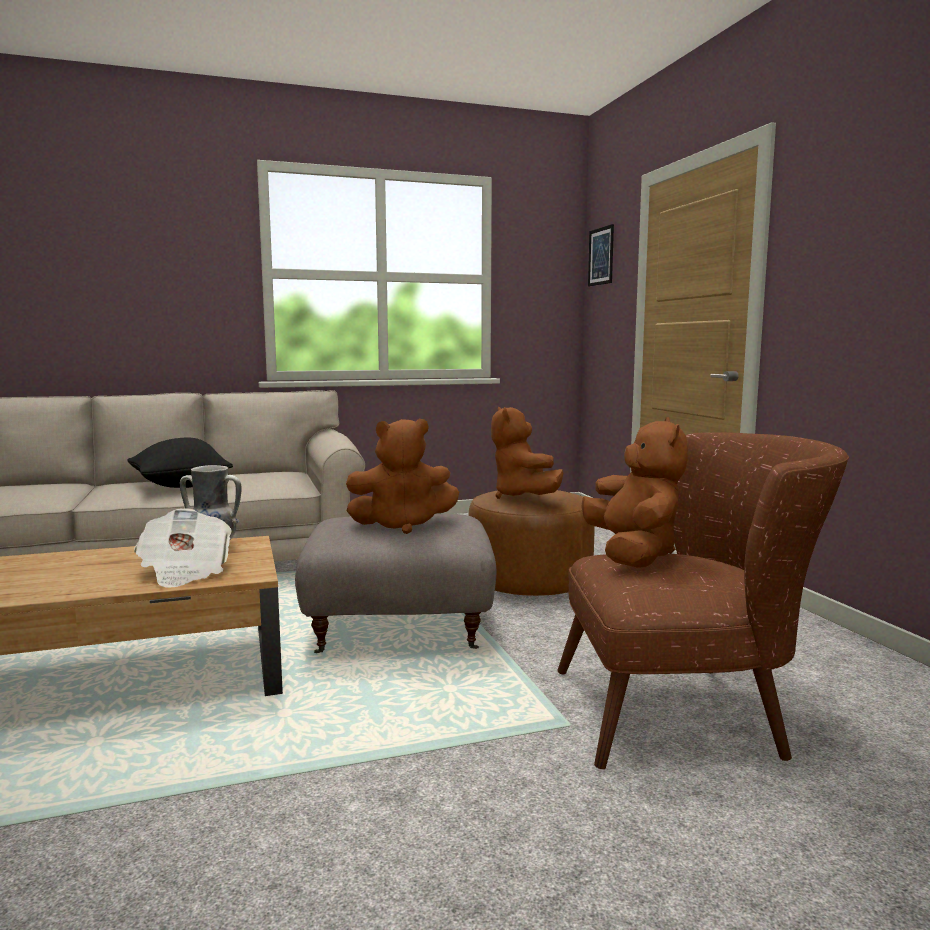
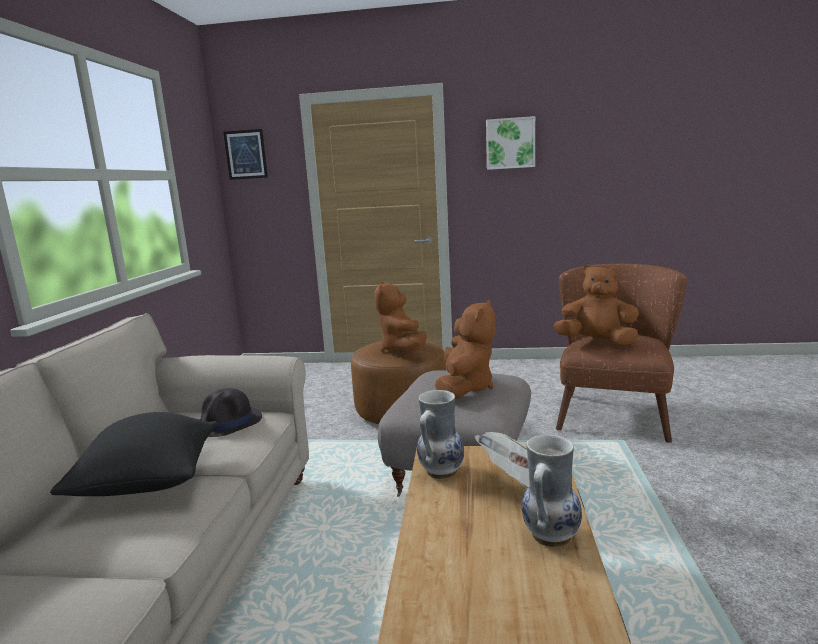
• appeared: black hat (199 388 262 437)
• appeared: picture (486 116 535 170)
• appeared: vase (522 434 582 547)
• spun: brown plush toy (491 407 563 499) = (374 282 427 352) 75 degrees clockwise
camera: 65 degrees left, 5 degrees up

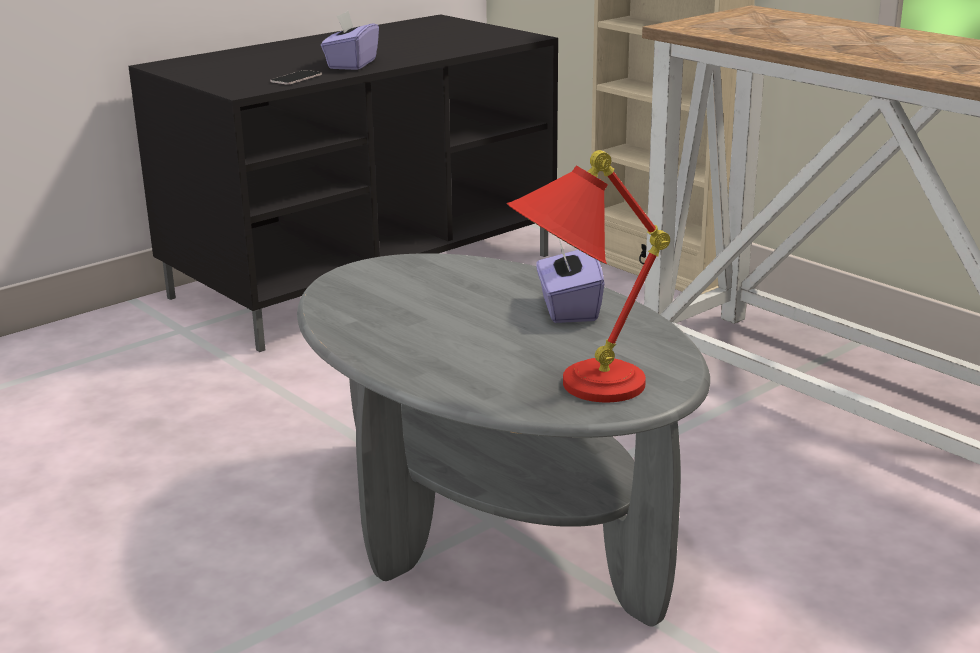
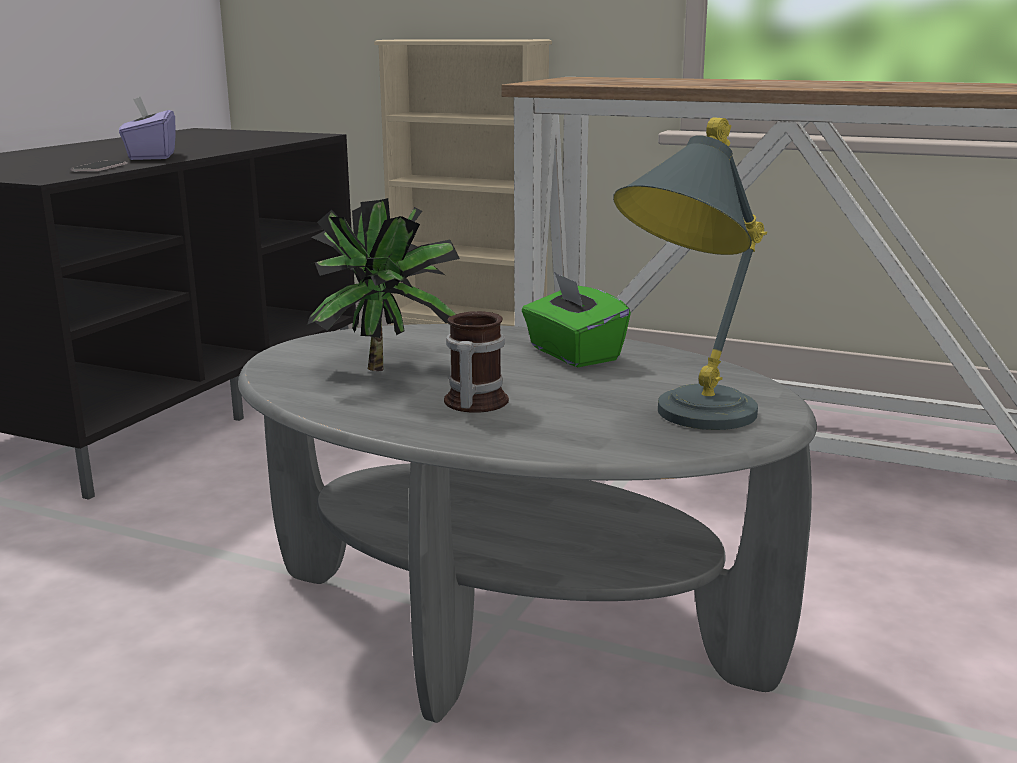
• appeared: potted plant (307 198 460 371)
• appeared: mug (444 311 509 413)
• colour: red table lamp (507 150 670 402) to grey table lamp (613 117 767 430)
• colour: purple tissue box (536 239 604 323) to green tissue box (522 272 631 367)
camera: 25 degrees left, 5 degrees down

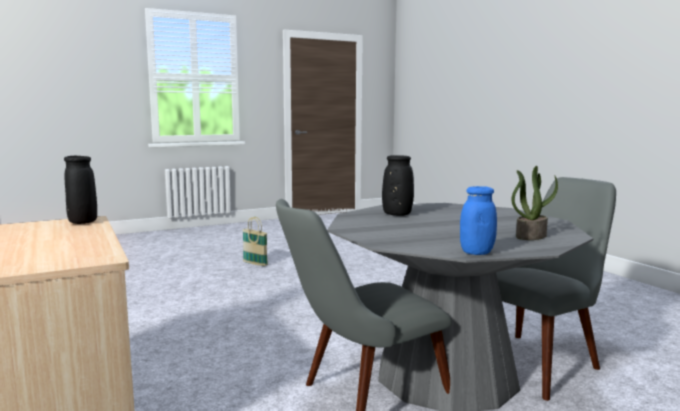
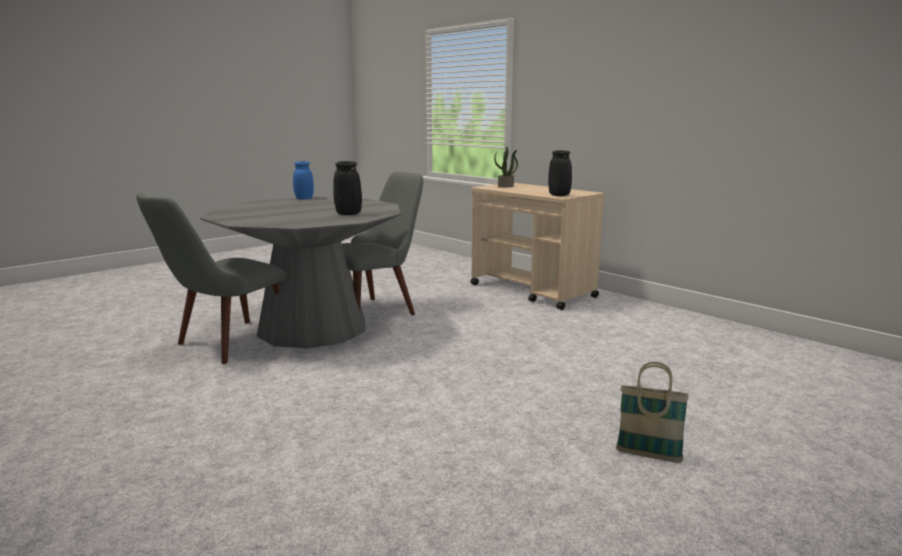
• relocated: potted plant (512 166 558 240) to (494 146 518 188)
camera: 165 degrees right, 5 degrees up

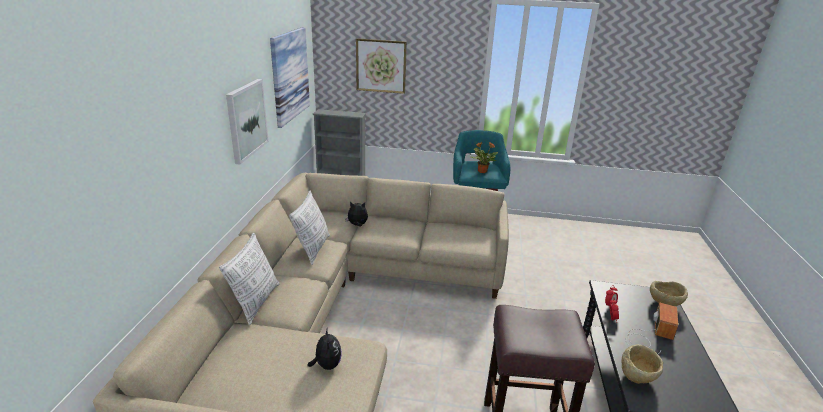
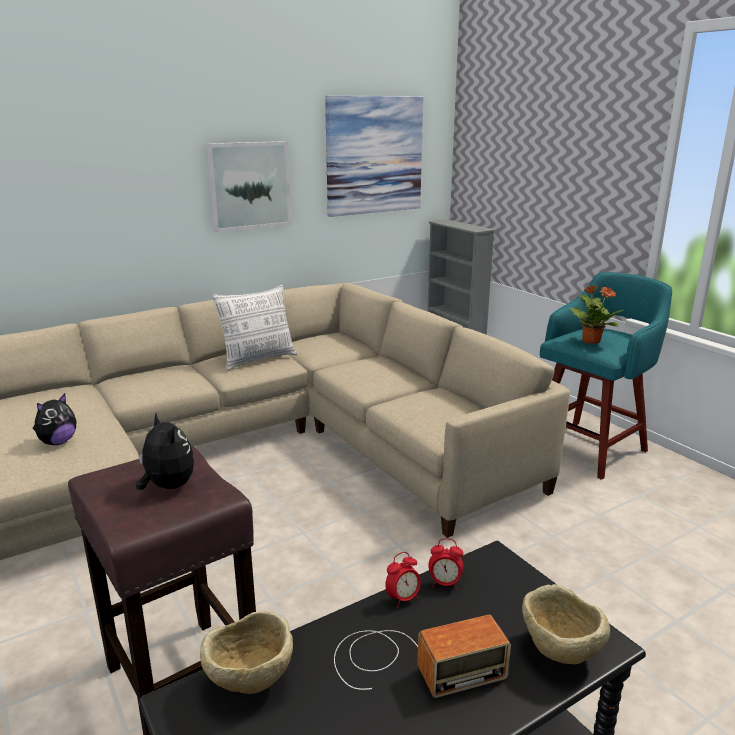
• missing: pillow (219 233 280 325)
• missing: picture (356 38 407 94)
• relocated: plush toy (345 202 368 227) to (136 413 194 490)
camera: 50 degrees right, 5 degrees down

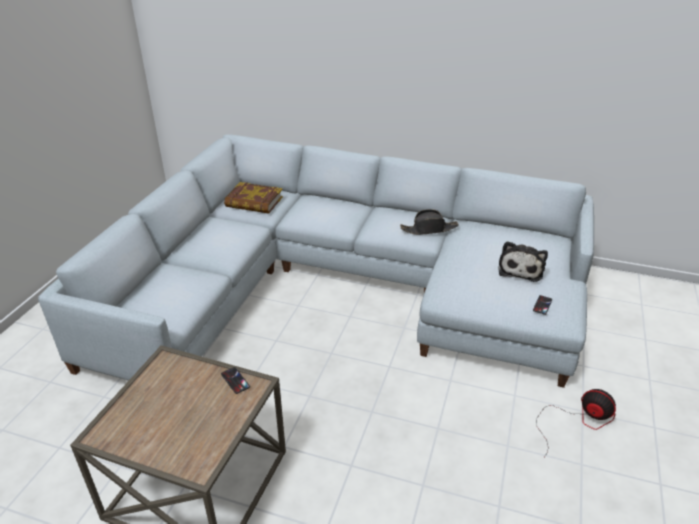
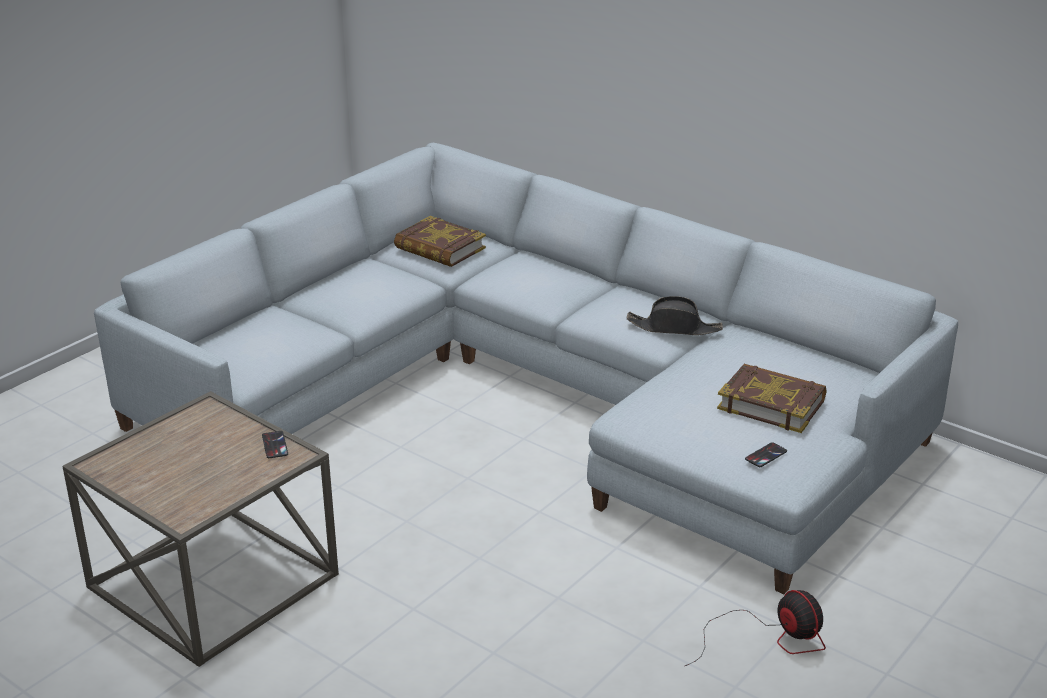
• exchanged: plush toy (498 241 548 282) to book (717 364 827 433)
camera: 20 degrees right, 5 degrees down

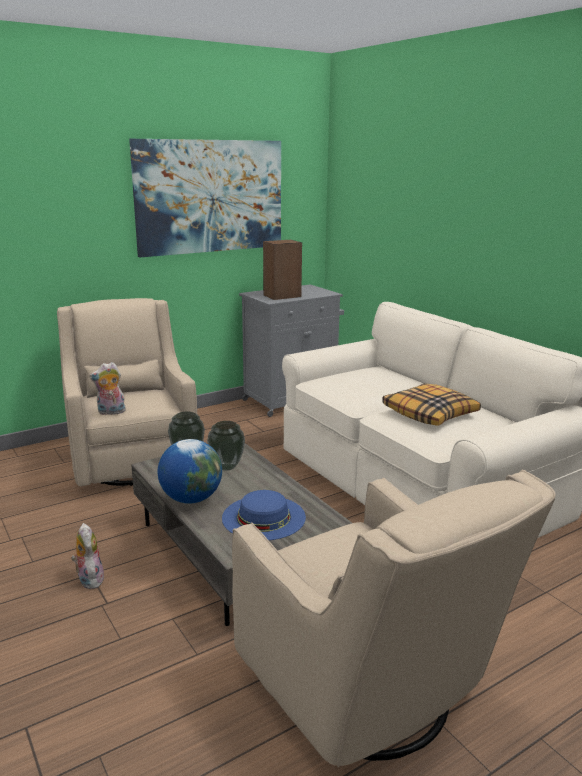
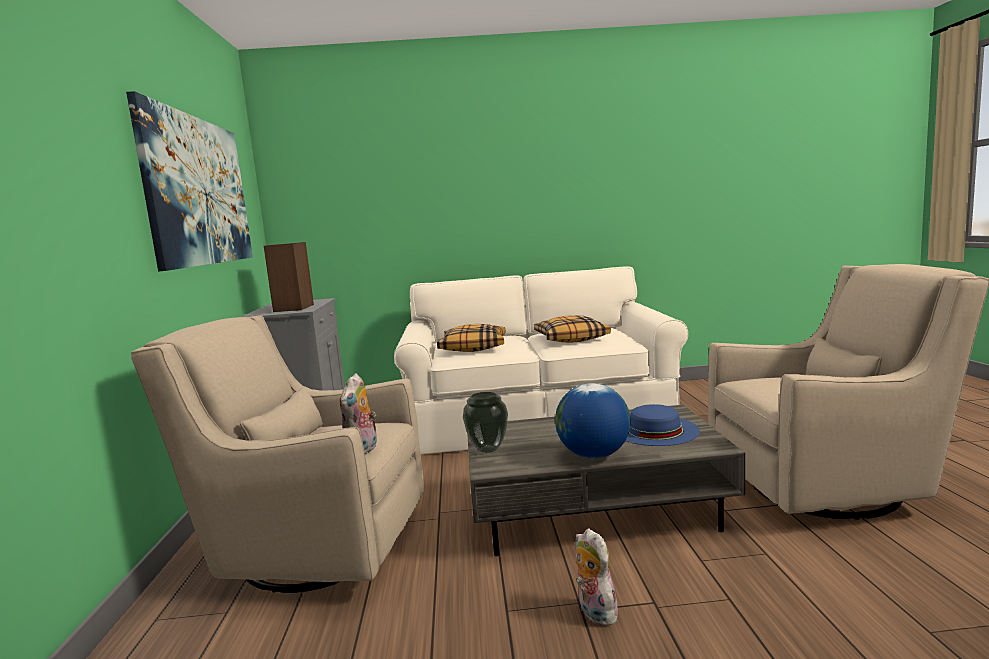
• missing: vase (207 421 245 471)
• appeared: pillow (437 324 505 352)
• spun: plush toy (71 523 105 589) = (575 528 620 626) 60 degrees clockwise
camera: 60 degrees left, 10 degrees down

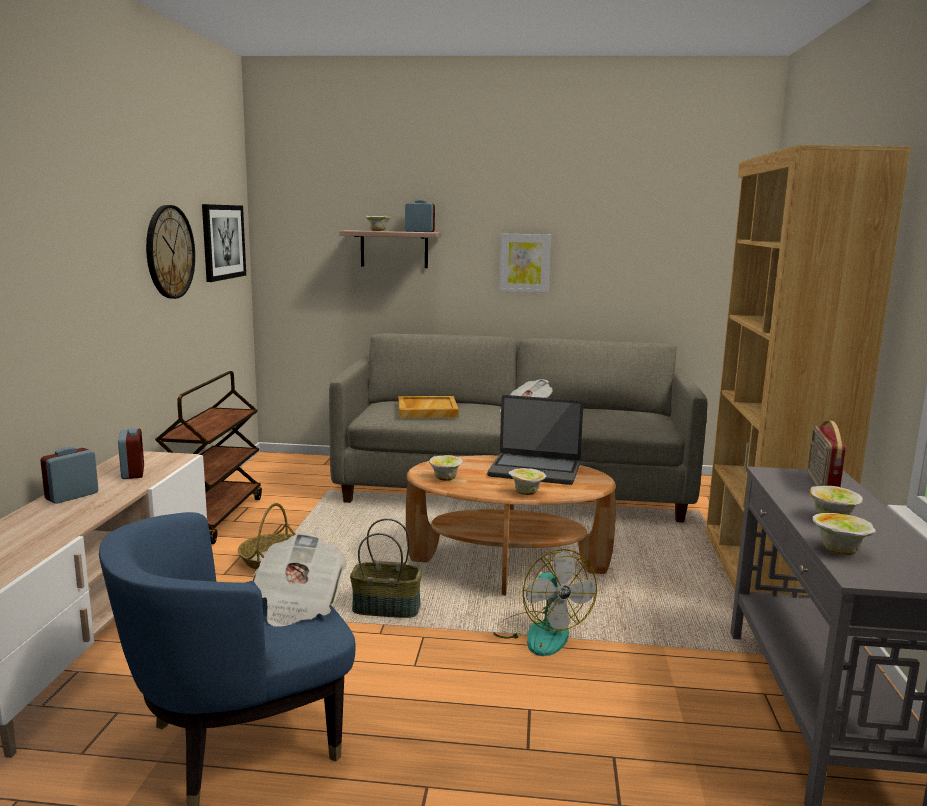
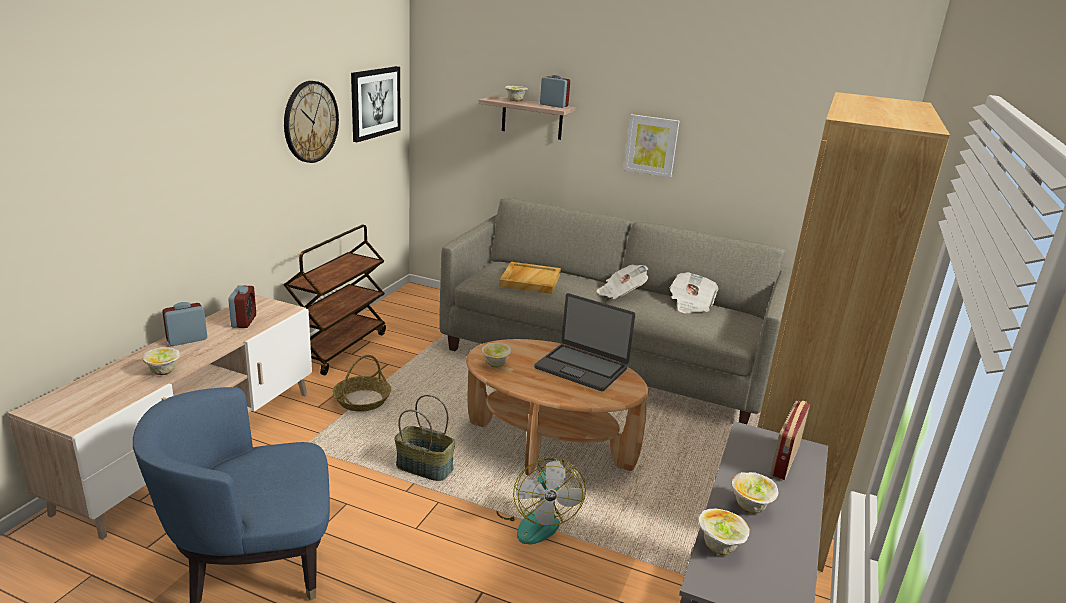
• relocated: newspaper (253 533 347 627) to (669 272 719 313)
• relocated: bowl (509 468 546 495) to (143 347 180 375)
camera: 15 degrees right, 10 degrees up

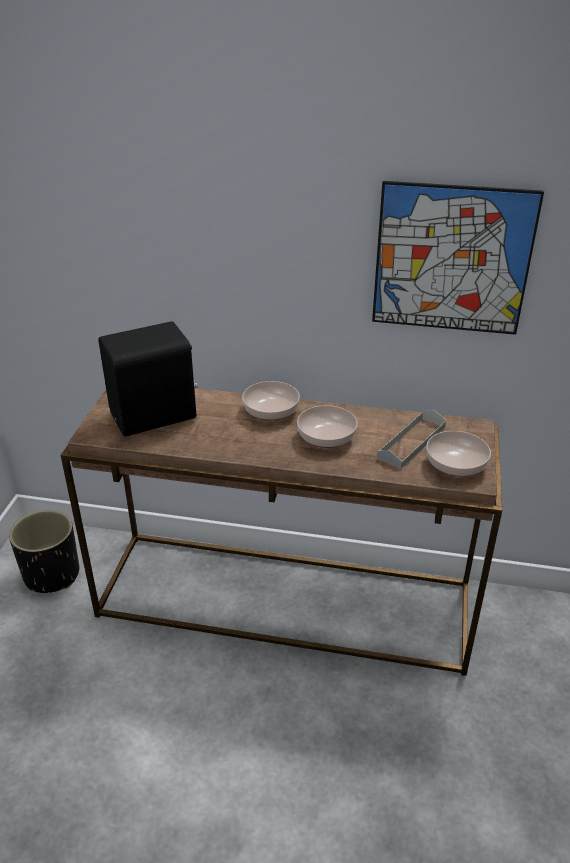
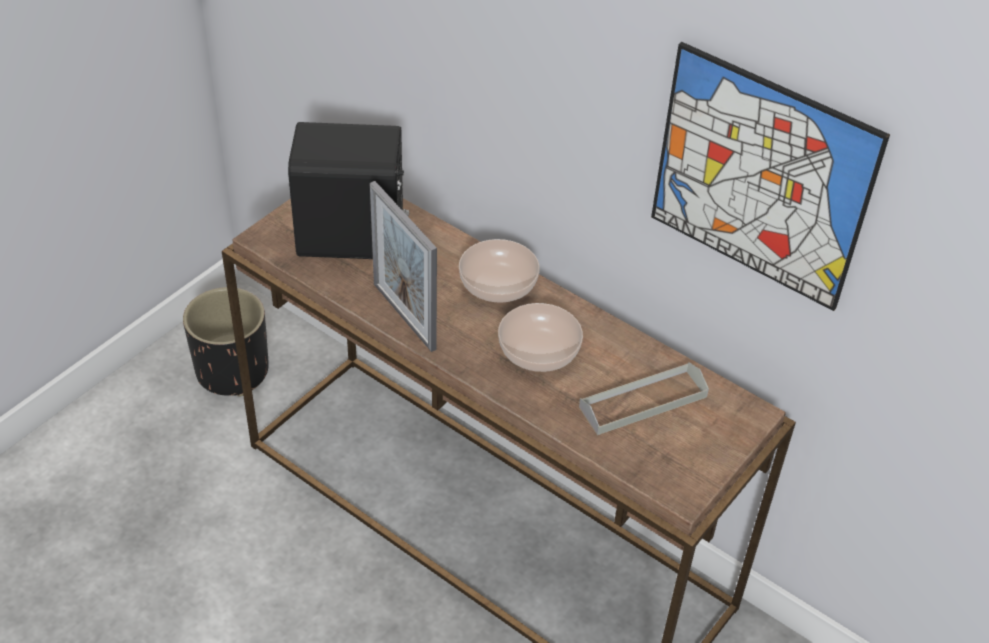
• missing: bowl (426 431 491 477)
• appeared: picture frame (370 181 437 352)
camera: 25 degrees right, 10 degrees up

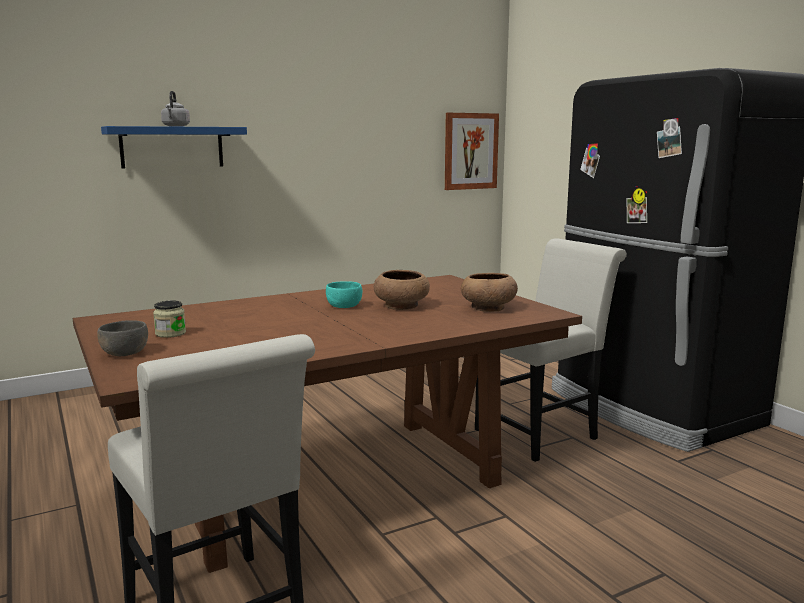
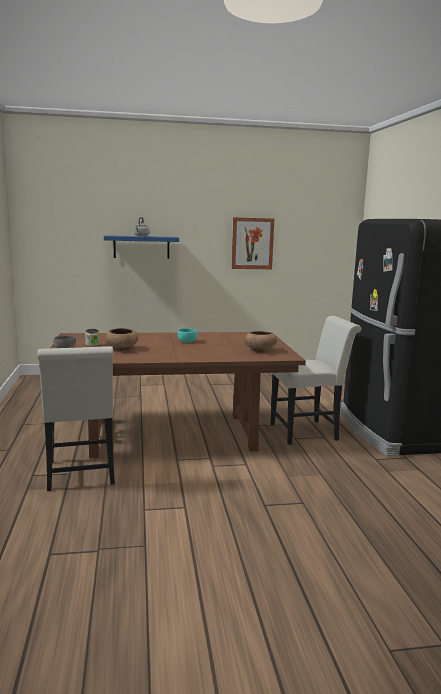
• relocated: brown bowl (374 270 430 310) to (105 328 138 351)
• relocated: picture (445 113 499 190) to (231 217 274 269)
camera: 20 degrees right, 0 degrees up

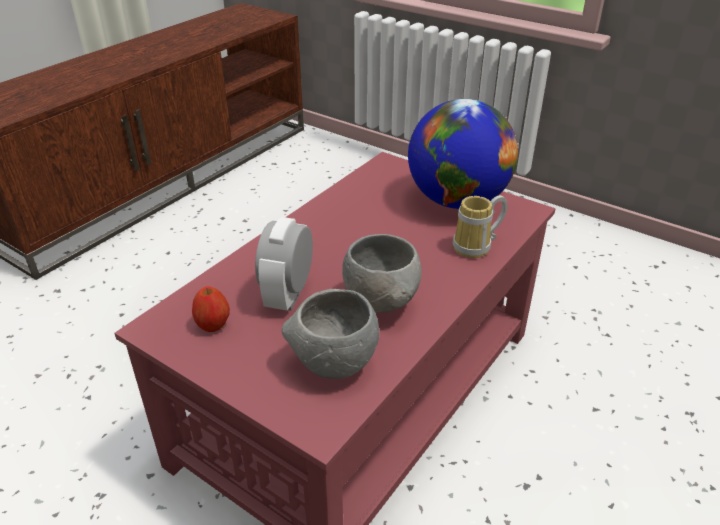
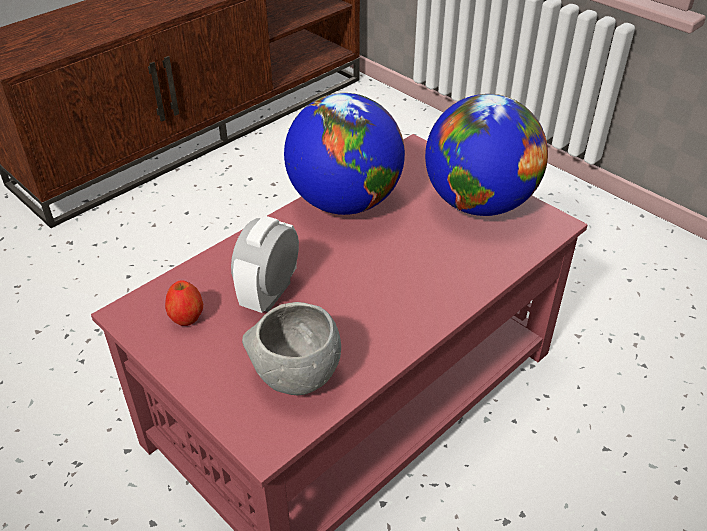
• missing: grey bowl (342 234 422 313)
• missing: mug (453 195 508 258)
• appeared: globe (284 93 405 215)
camera: 10 degrees right, 5 degrees up

